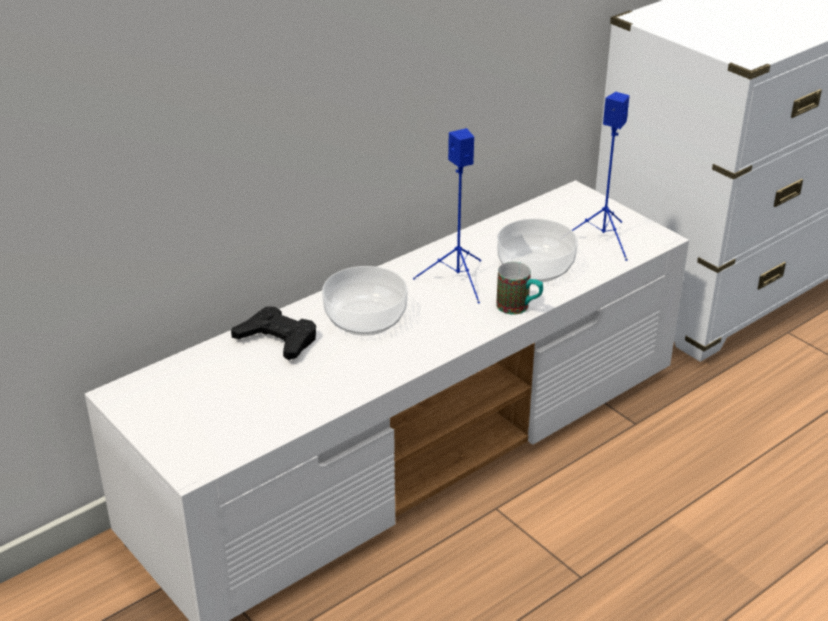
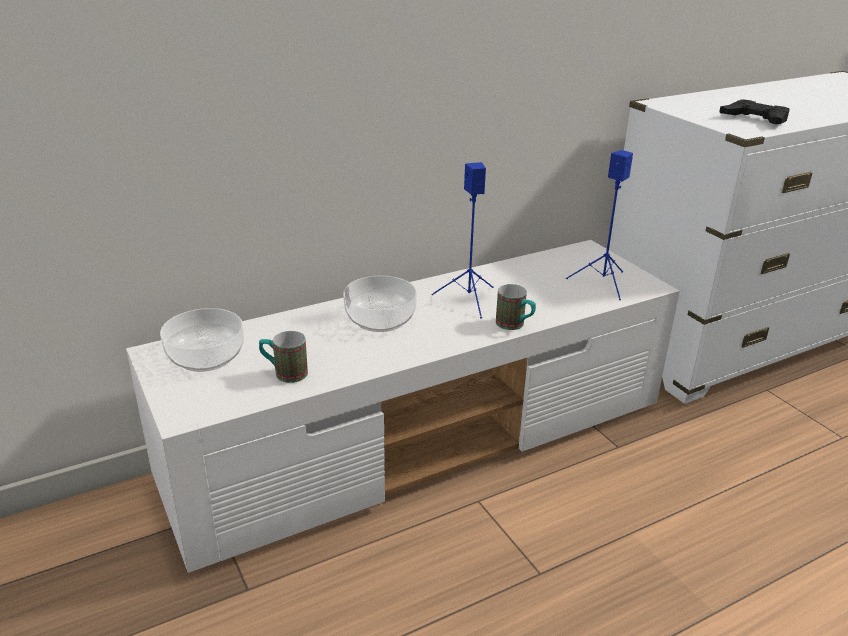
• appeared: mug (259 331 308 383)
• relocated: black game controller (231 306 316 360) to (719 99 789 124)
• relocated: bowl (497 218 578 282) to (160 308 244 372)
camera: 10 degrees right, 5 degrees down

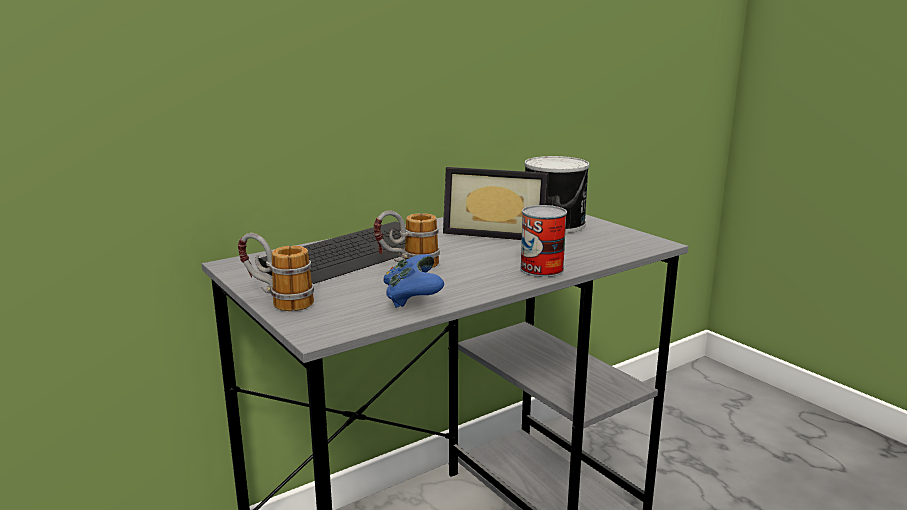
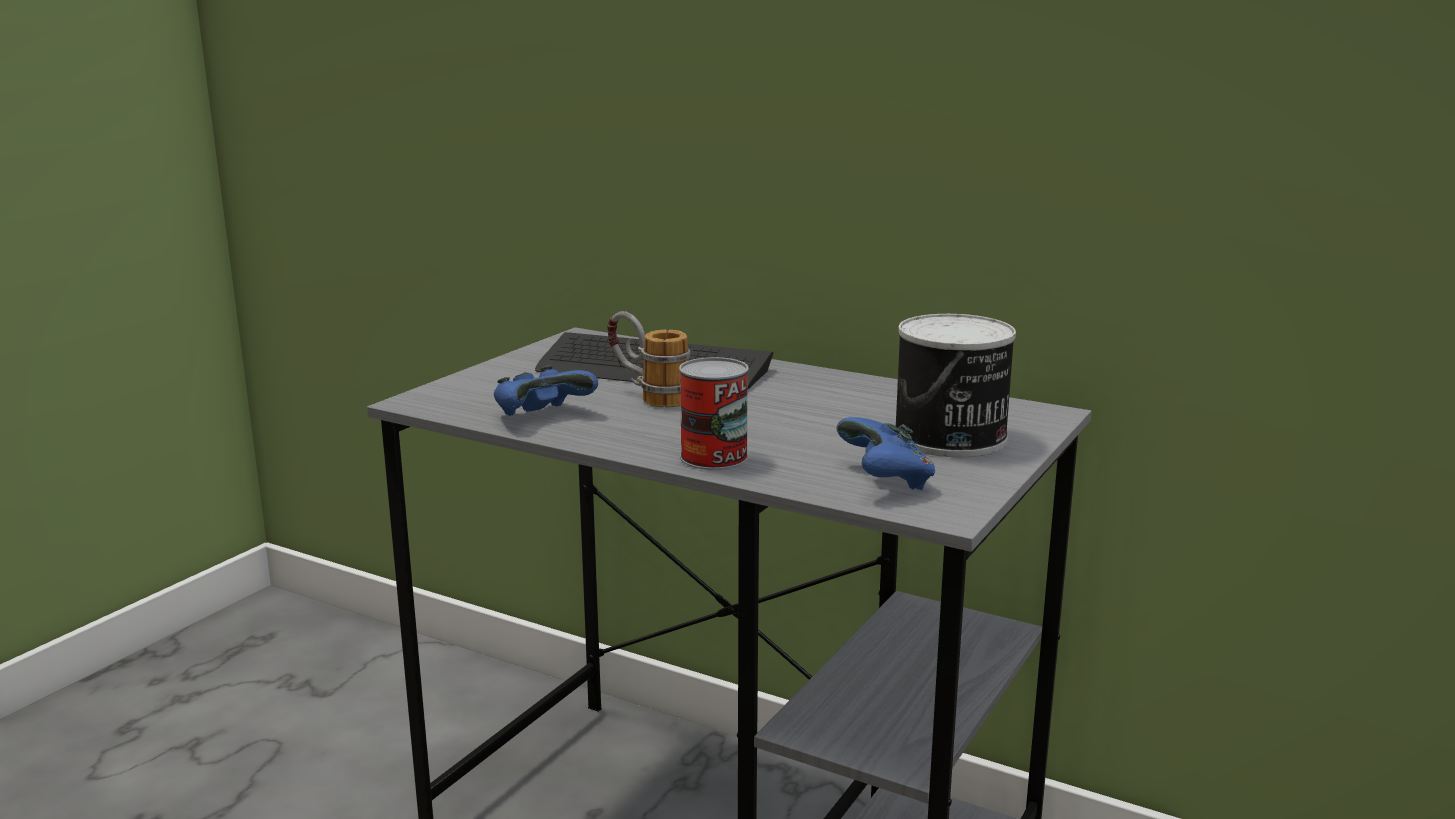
• missing: mug (238 233 314 311)
• missing: picture frame (443 167 549 240)
• appeared: blue game controller (836 417 935 490)
camera: 65 degrees right, 0 degrees up

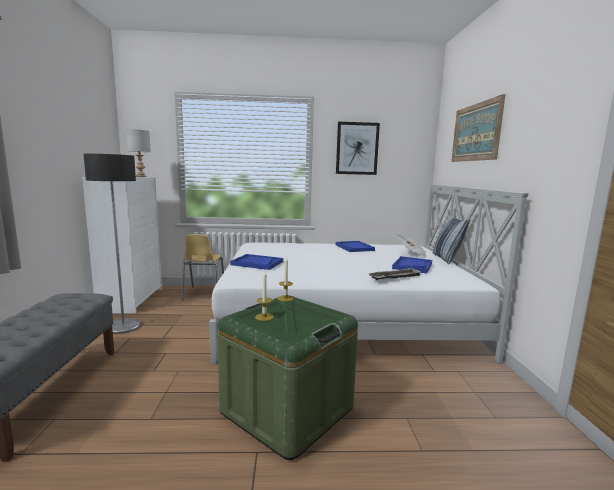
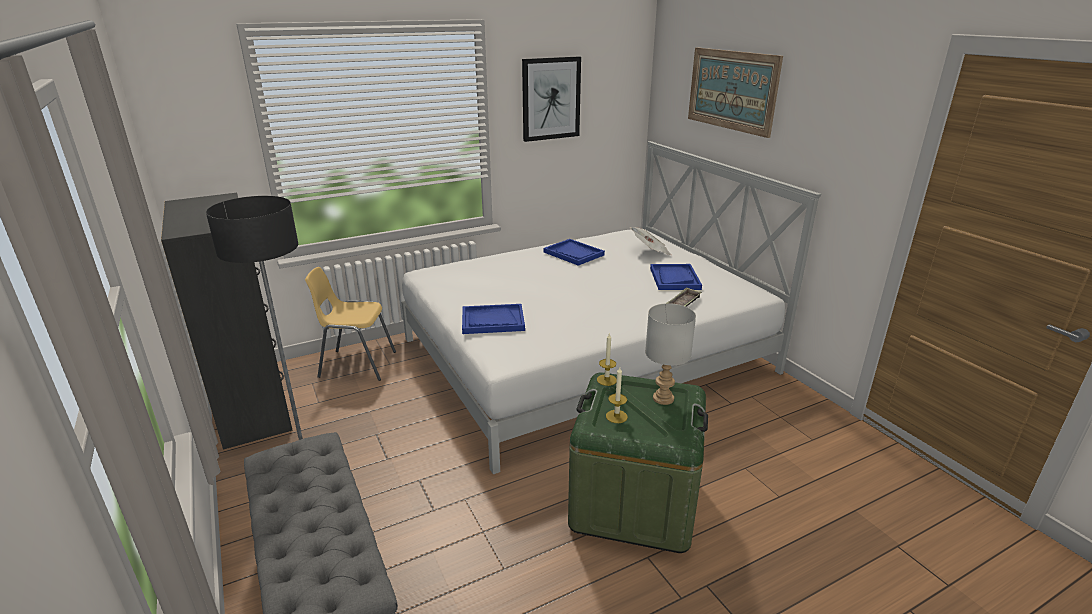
• missing: pillow (433 214 470 264)
• relocated: grey table lamp (127 129 151 177) to (645 303 696 405)
• colour: white dresser (82 177 162 313) to black dresser (161 193 293 450)
• spun: yellow chair (182 234 224 300) = (305 267 396 381) 120 degrees clockwise
camera: 25 degrees left, 15 degrees up

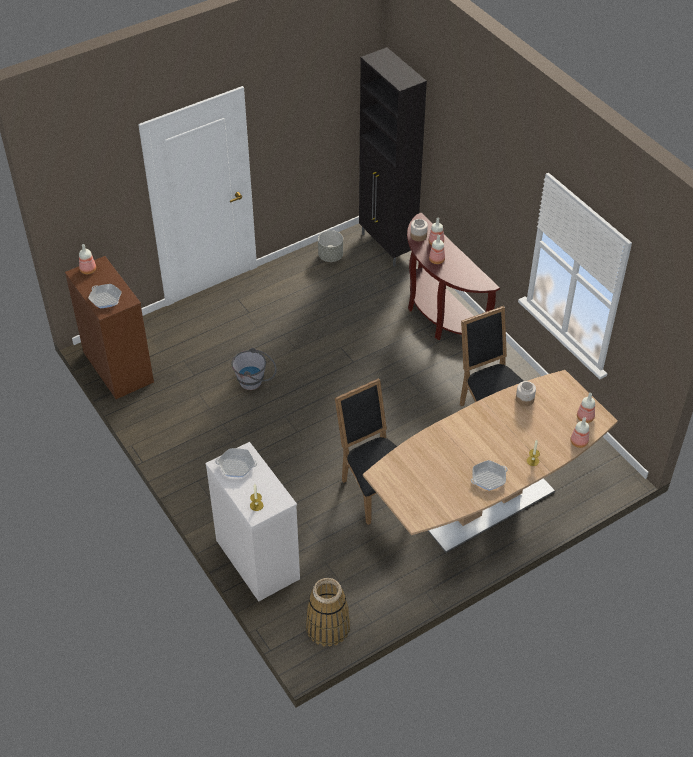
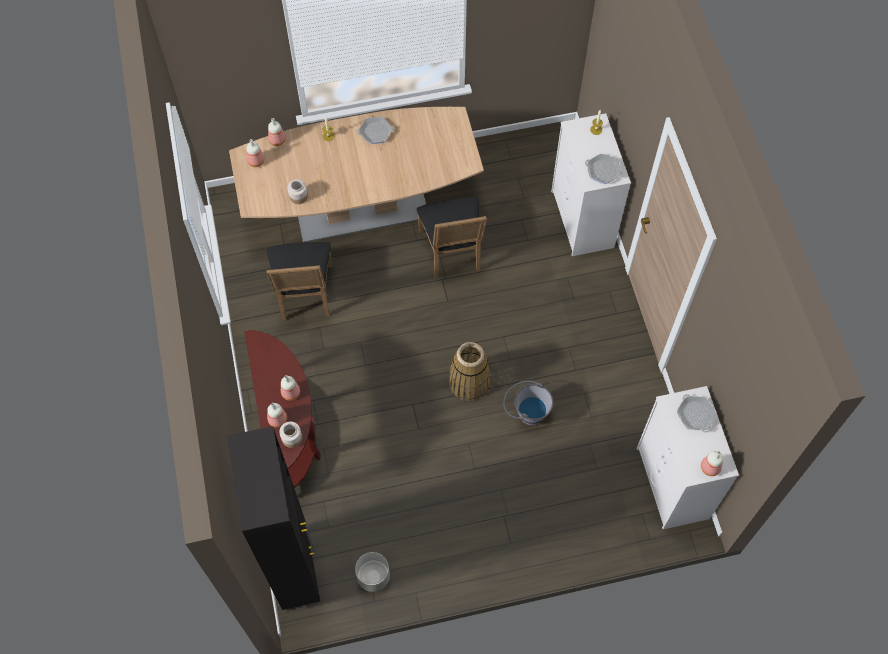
• relocated: basket (306 578 350 647) to (448 342 491 401)
• colour: brown dresser (65 256 154 399) to white dresser (636 386 739 530)
camera: 160 degrees left, 15 degrees up

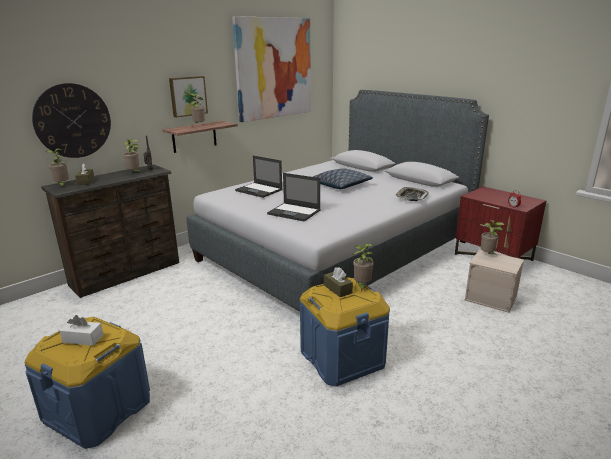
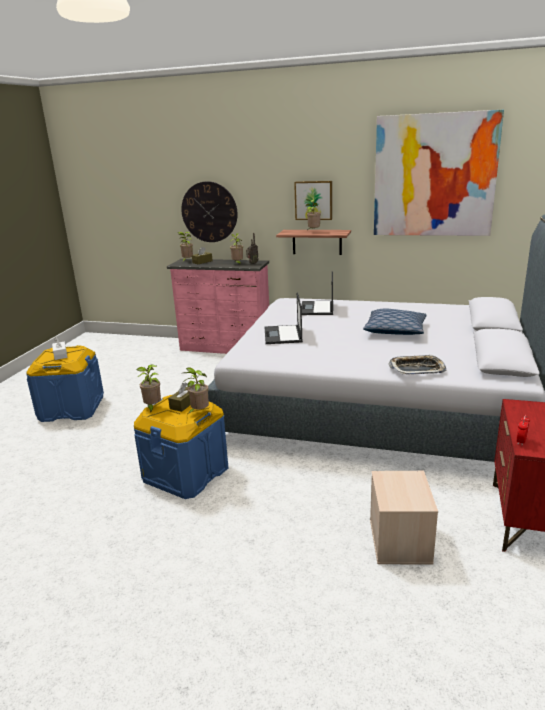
• relocated: potted plant (481 220 504 257) to (136 364 161 413)
• colour: brown dresser (41 164 179 298) to pink dresser (167 259 269 354)
camera: 60 degrees right, 0 degrees up

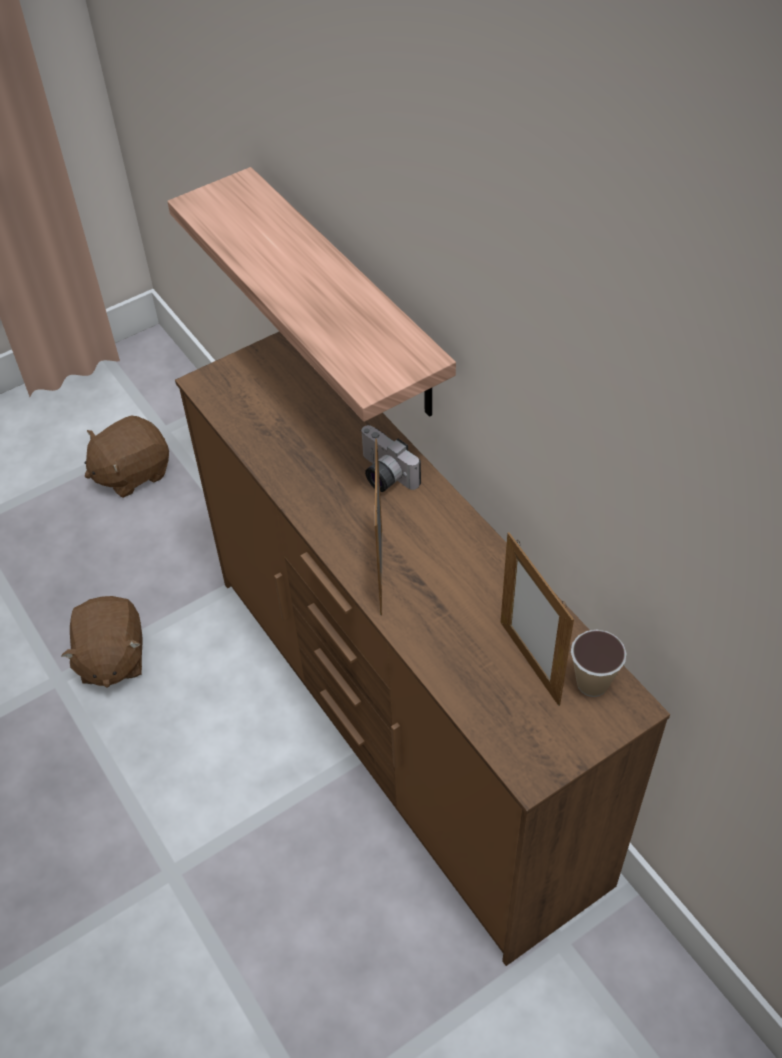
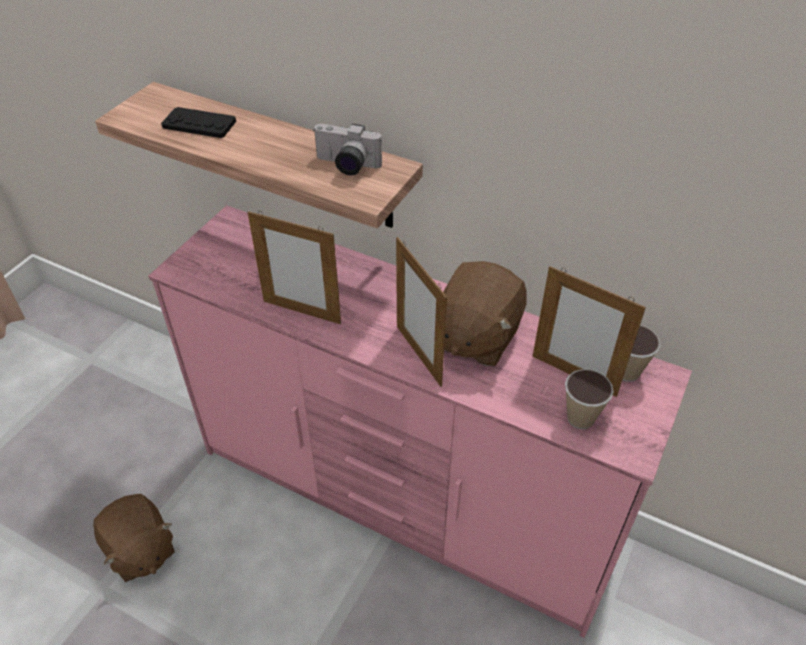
• appeared: black game controller (161 107 236 138)
• appeared: picture frame (248 211 341 324)
• appeared: cup (565 369 614 429)
• relocated: brown plush toy (85 415 169 498) to (443 261 527 366)
• relocated: photo camera (360 425 421 492) to (313 124 382 176)
• colour: brown dresser (175 332 670 966) to pink dresser (148 205 692 638)
camera: 30 degrees left, 5 degrees down

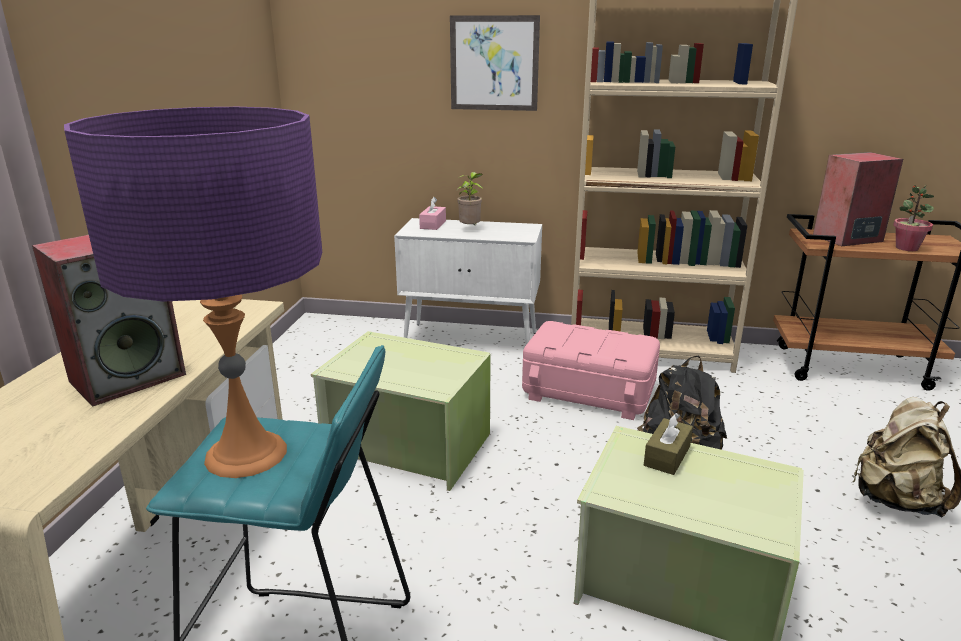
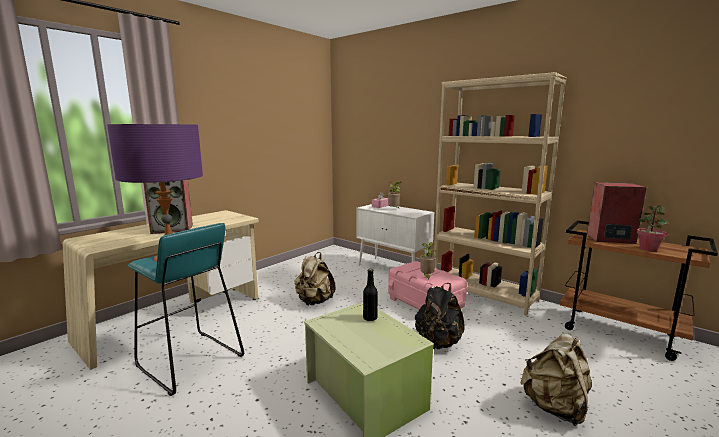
• missing: picture (450 15 540 111)
• appeared: potted plant (420 242 436 280)
• exchanged: green storage box (311 331 491 491) to beige backpack (294 252 335 305)
• exchanged: brown tissue box (644 413 693 475) to black bottle (363 269 378 321)
camera: 30 degrees right, 10 degrees down

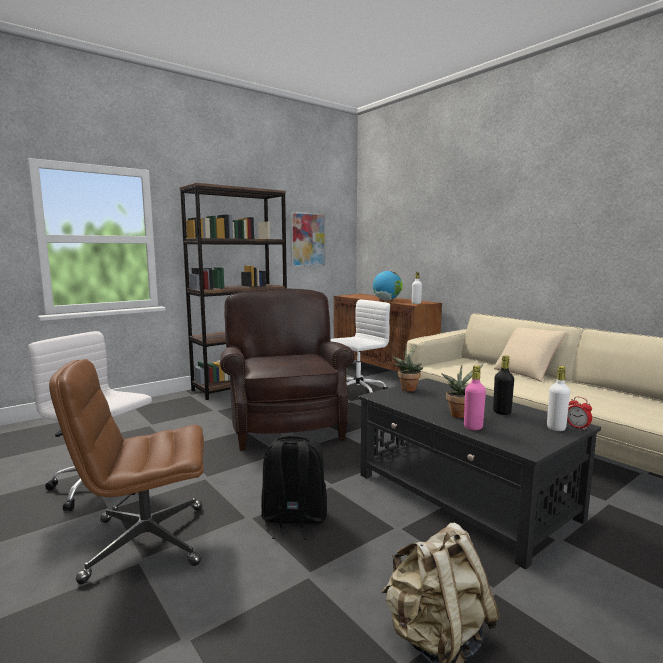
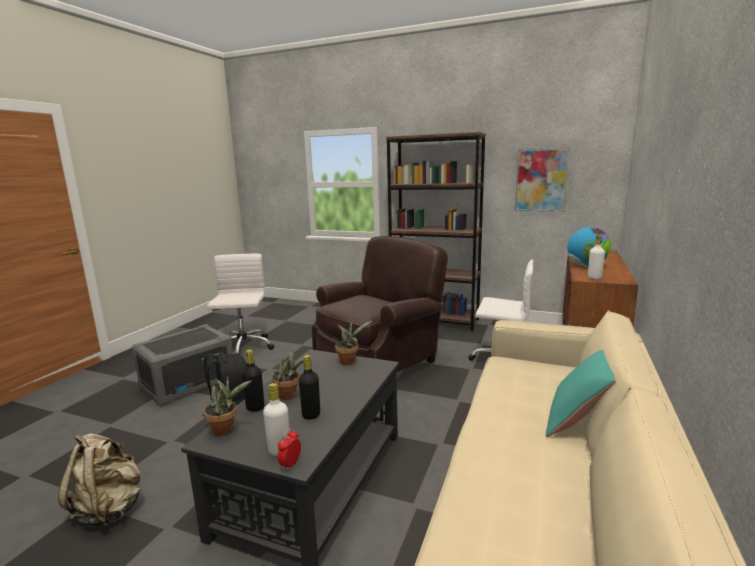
• appeared: potted plant (204 376 252 436)
• exchanged: brown office chair (49 359 204 584) to grey storage box (132 324 233 406)
• colour: pink bottle (464 365 486 430) to black bottle (242 349 264 412)
• colour: beige pillow (494 328 566 382) to turquoise pillow (546 350 616 437)
camera: 60 degrees right, 5 degrees up

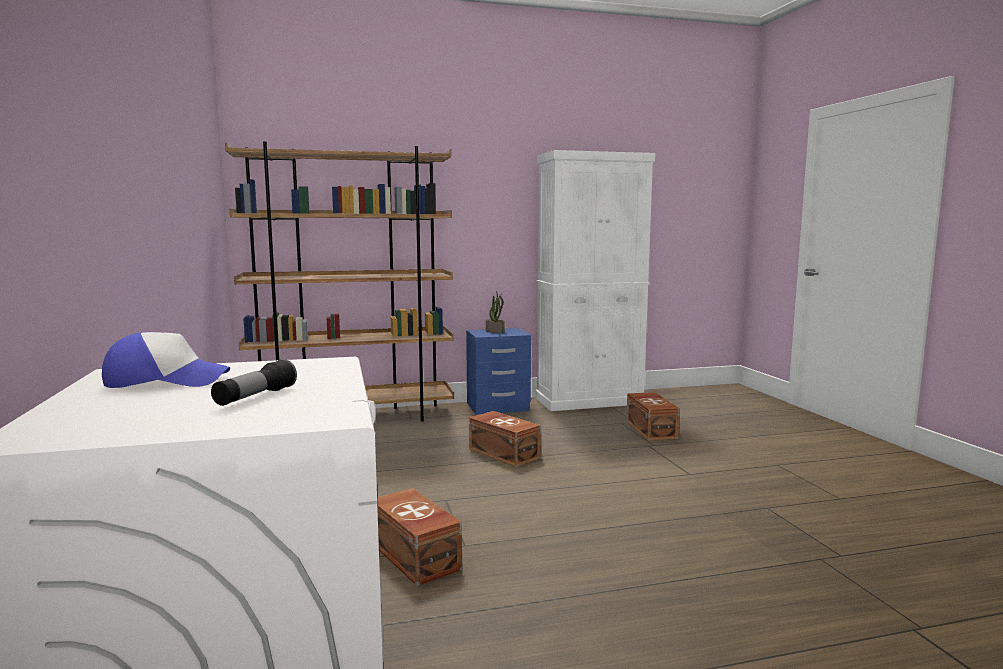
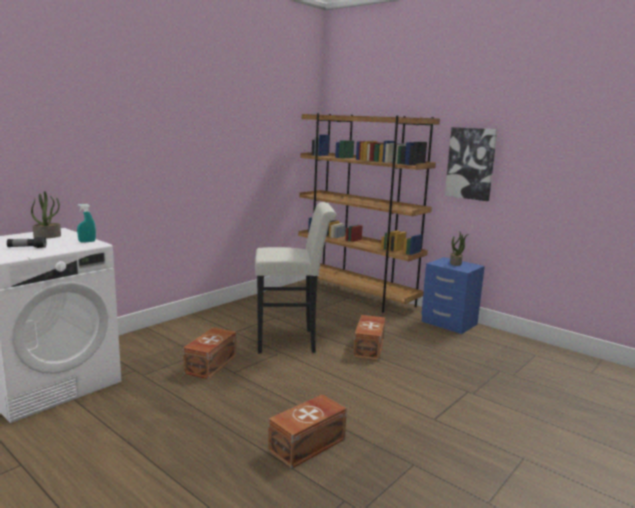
• missing: white cabinet (535 150 655 411)
• appeared: turquoise spray bottle (77 204 96 242)
• appeared: white stool (255 202 337 354)
• appeared: picture (445 127 498 201)
• relocated: brown storage box (626 392 680 441) to (268 394 347 469)
• exchanged: cap (102 332 230 388) to potted plant (31 191 61 239)
camera: 55 degrees right, 5 degrees up

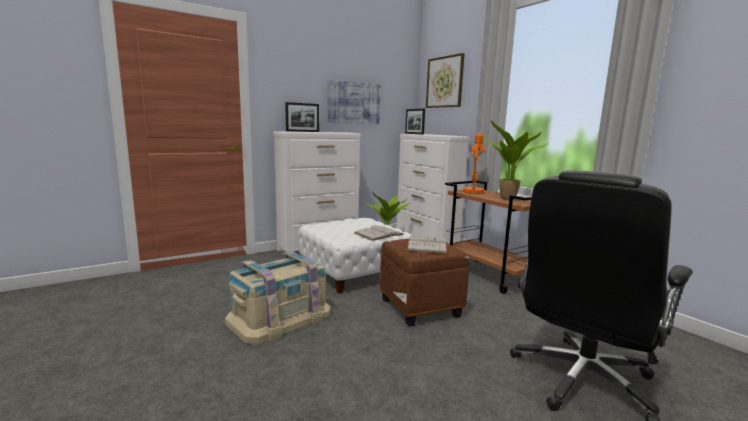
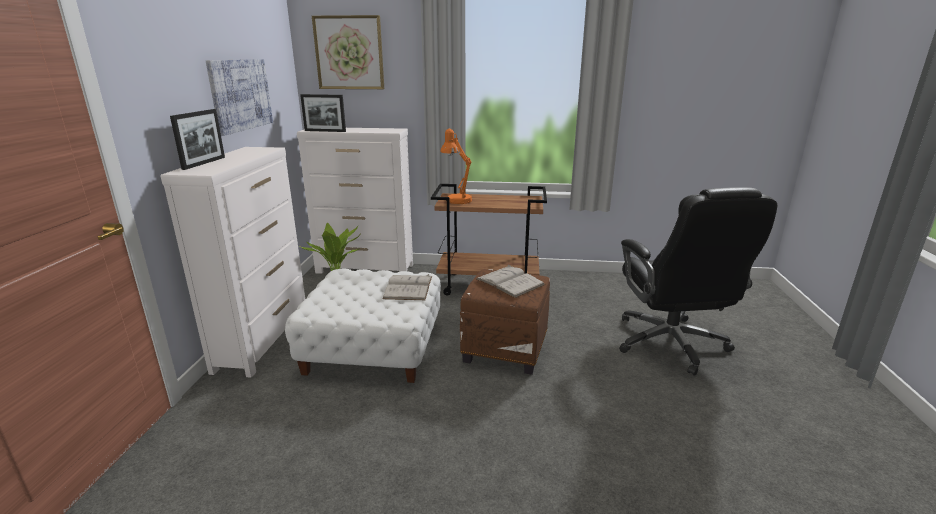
• missing: beige storage box (225 251 331 344)
• missing: potted plant (483 120 548 200)
camera: 50 degrees left, 10 degrees up

